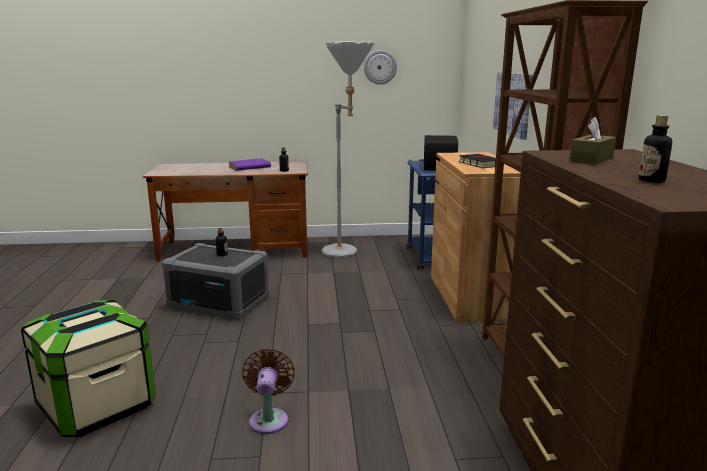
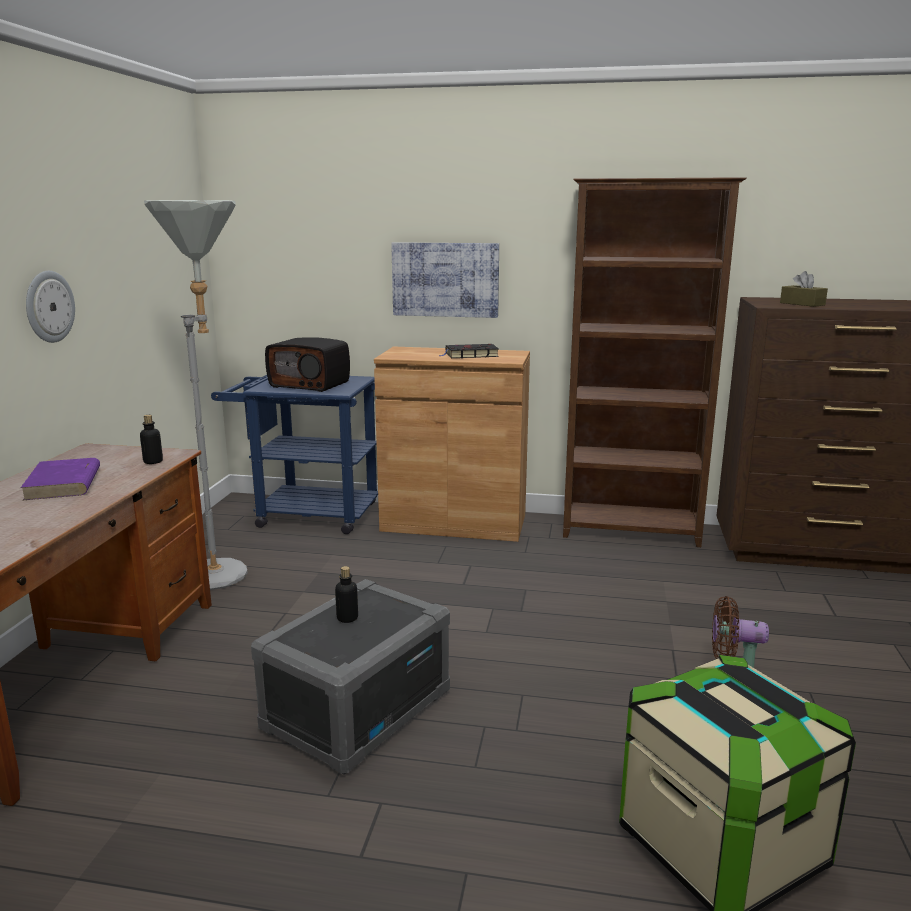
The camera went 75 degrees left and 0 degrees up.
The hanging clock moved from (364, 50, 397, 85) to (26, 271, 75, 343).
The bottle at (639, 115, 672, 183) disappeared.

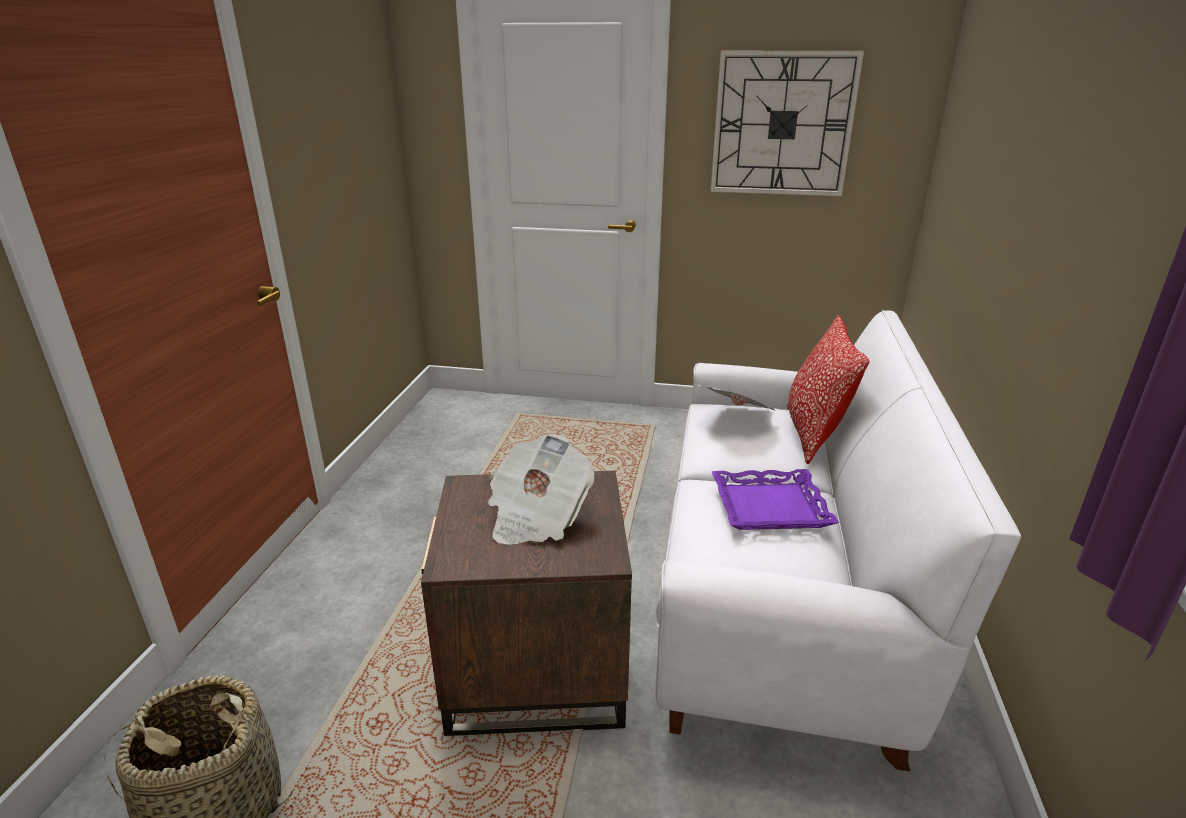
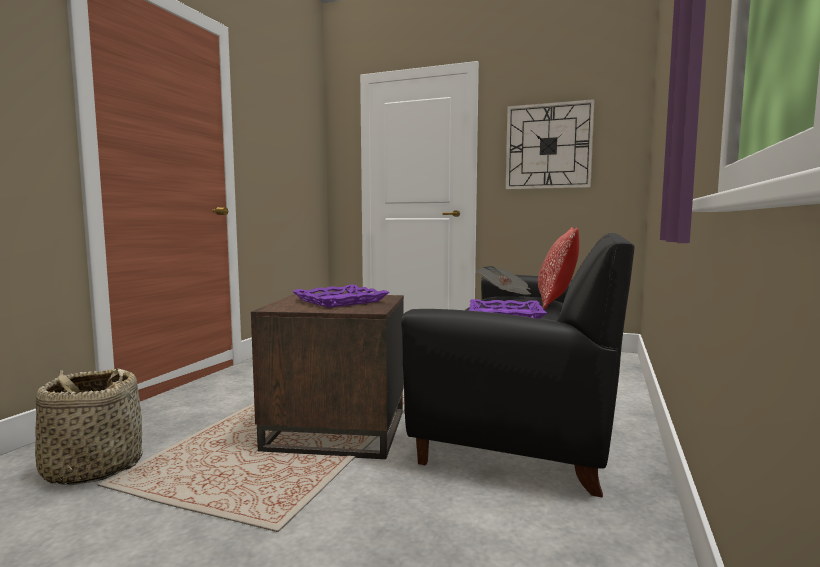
The camera went 10 degrees right and 20 degrees down.
The printed paper at (488, 434, 595, 545) was replaced by the tray (purple-coloured) at (292, 285, 389, 308).
The settee (whitish) at (656, 310, 1021, 771) became the settee (black-coloured) at (401, 233, 635, 498).

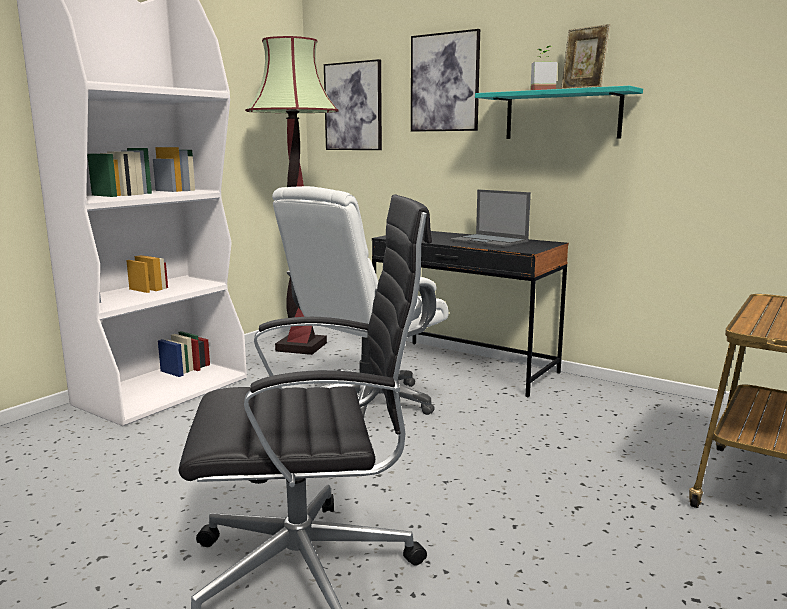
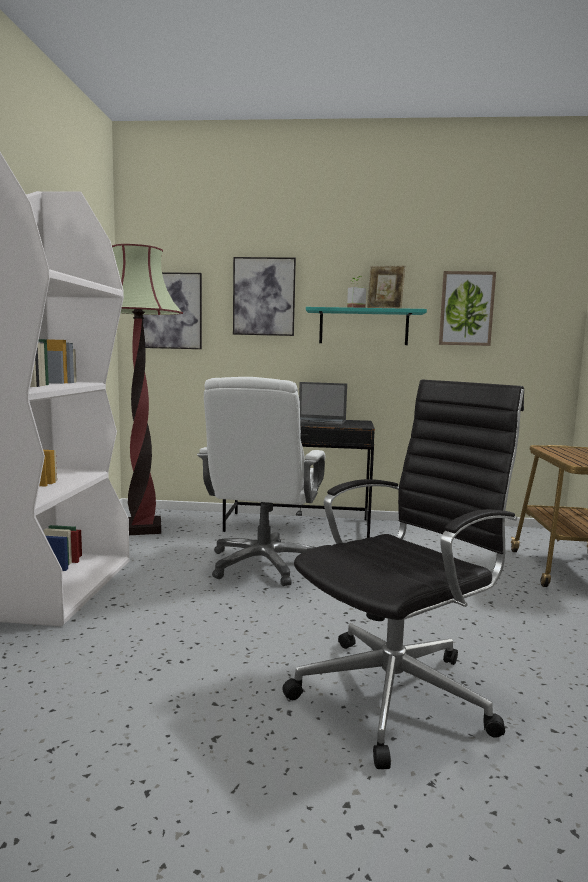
The camera went 30 degrees left and 5 degrees down.
The picture at (439, 271, 496, 346) appeared.

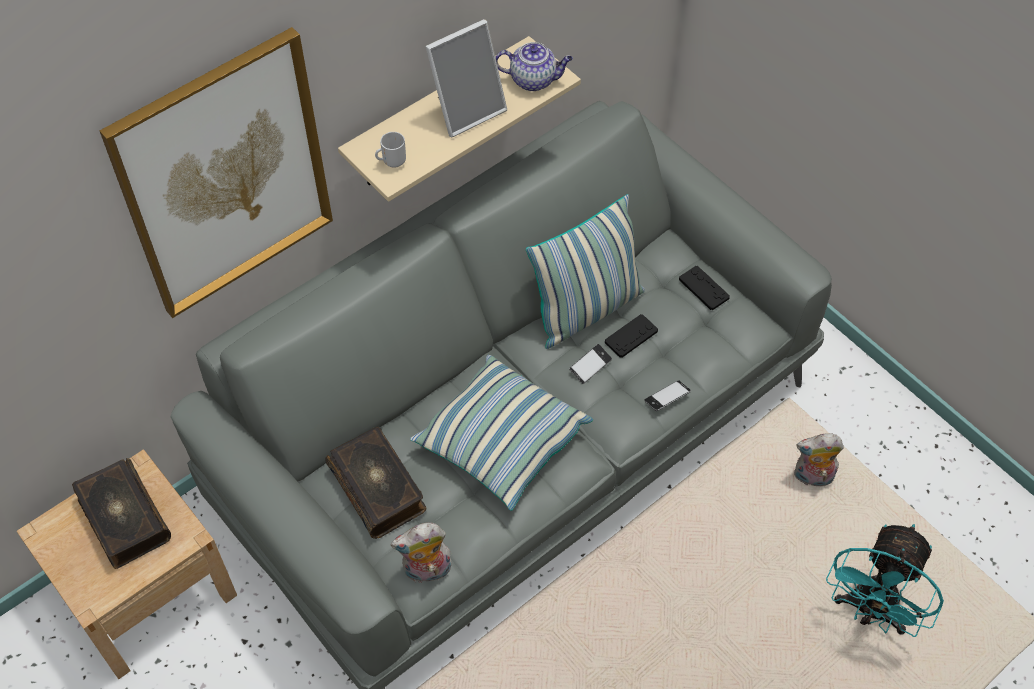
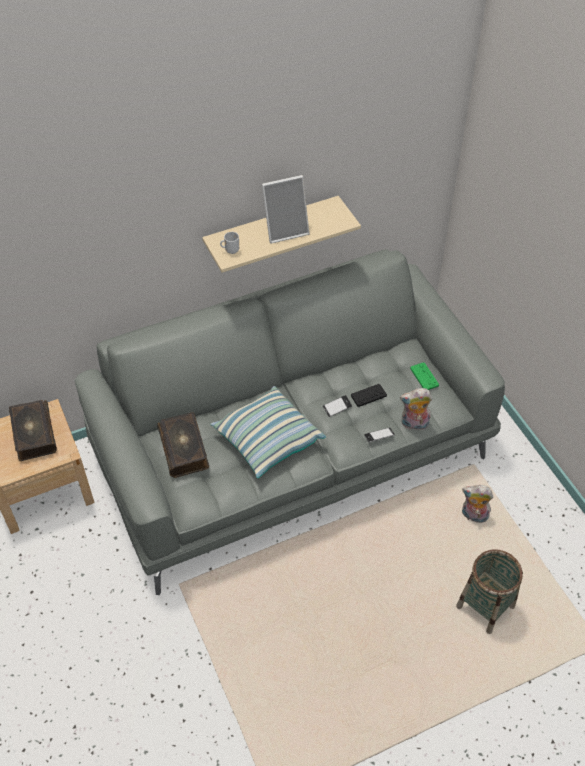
The camera went 15 degrees right and 5 degrees down.
The picture at (100, 27, 333, 318) disappeared.
The cuddly toy moved from (391, 522, 452, 584) to (400, 388, 432, 430).
The teapot at (496, 42, 573, 91) disappeared.
The cushion at (526, 194, 645, 349) disappeared.
The joypad (black-coloured) at (679, 266, 730, 310) became the joypad (green-coloured) at (410, 362, 439, 390).
The cooling fan (blue-green) at (826, 524, 944, 637) was replaced by the household basket at (456, 549, 523, 634).

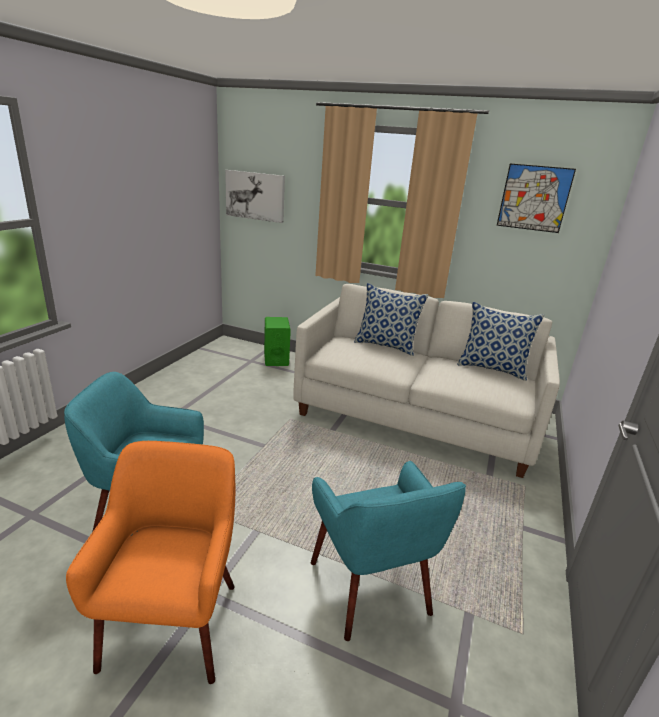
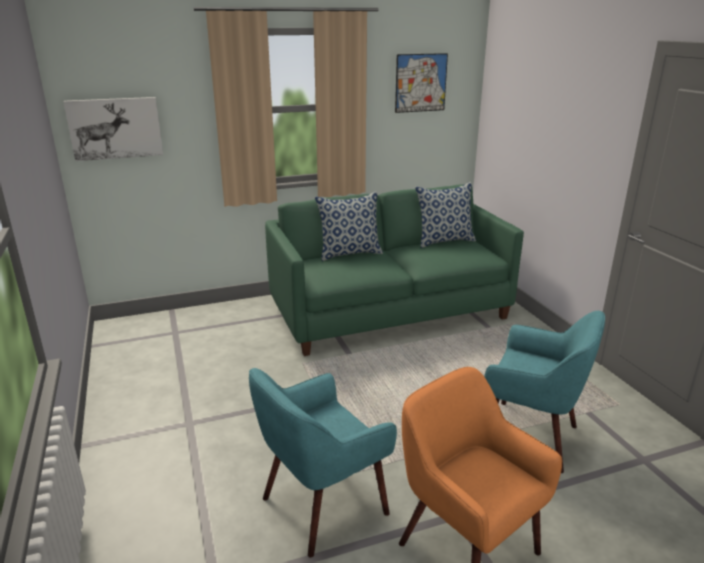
The camera went 40 degrees left and 0 degrees up.
The audio speaker (green-coloured) at (264, 317, 291, 366) disappeared.
The settee (whitish) at (293, 284, 560, 478) became the settee (green-coloured) at (265, 185, 524, 356).

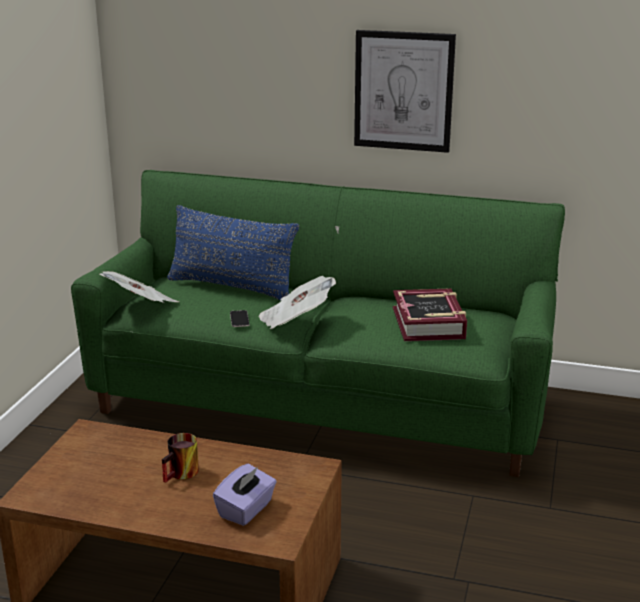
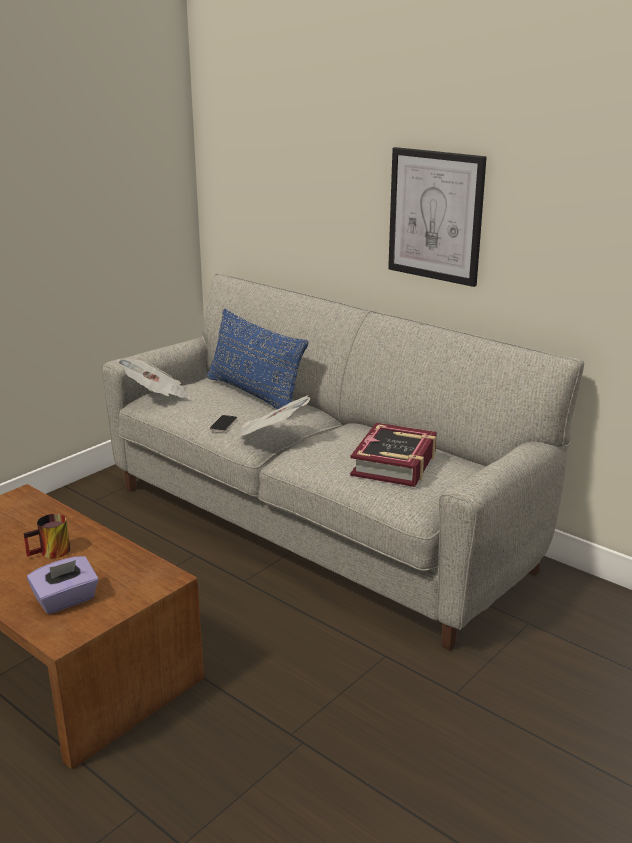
The camera went 25 degrees right and 0 degrees up.
The settee (green-coloured) at (71, 170, 565, 477) became the settee (grey) at (102, 273, 584, 651).

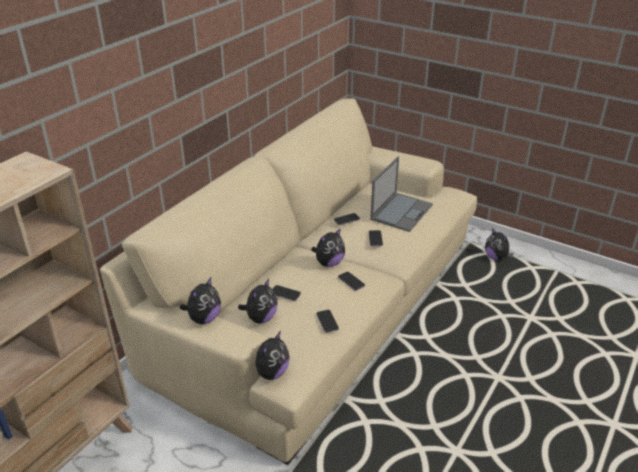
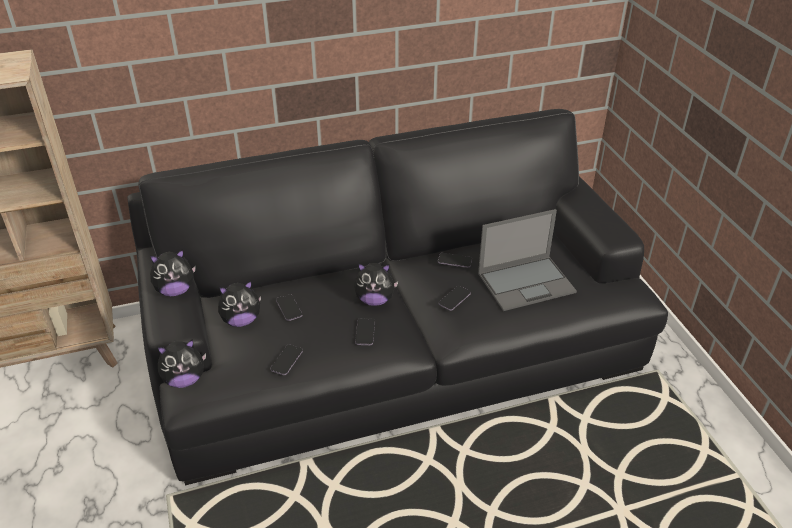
The camera went 40 degrees right and 5 degrees up.
The settee (sand-coloured) at (100, 98, 477, 465) became the settee (black-coloured) at (127, 109, 668, 485).
The cuddly toy at (485, 228, 513, 261) disappeared.

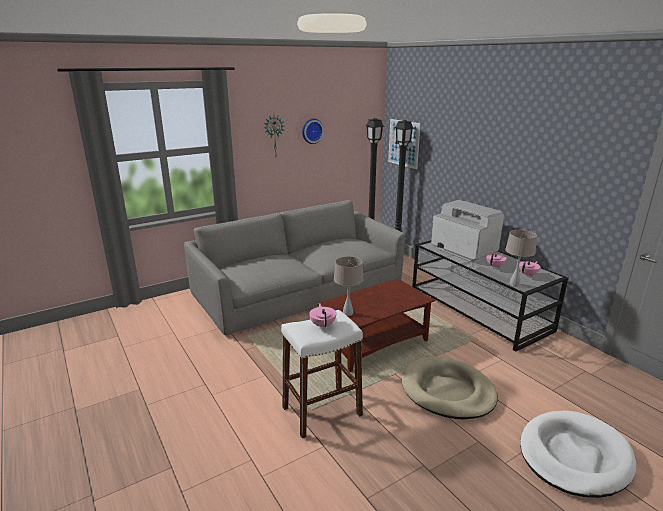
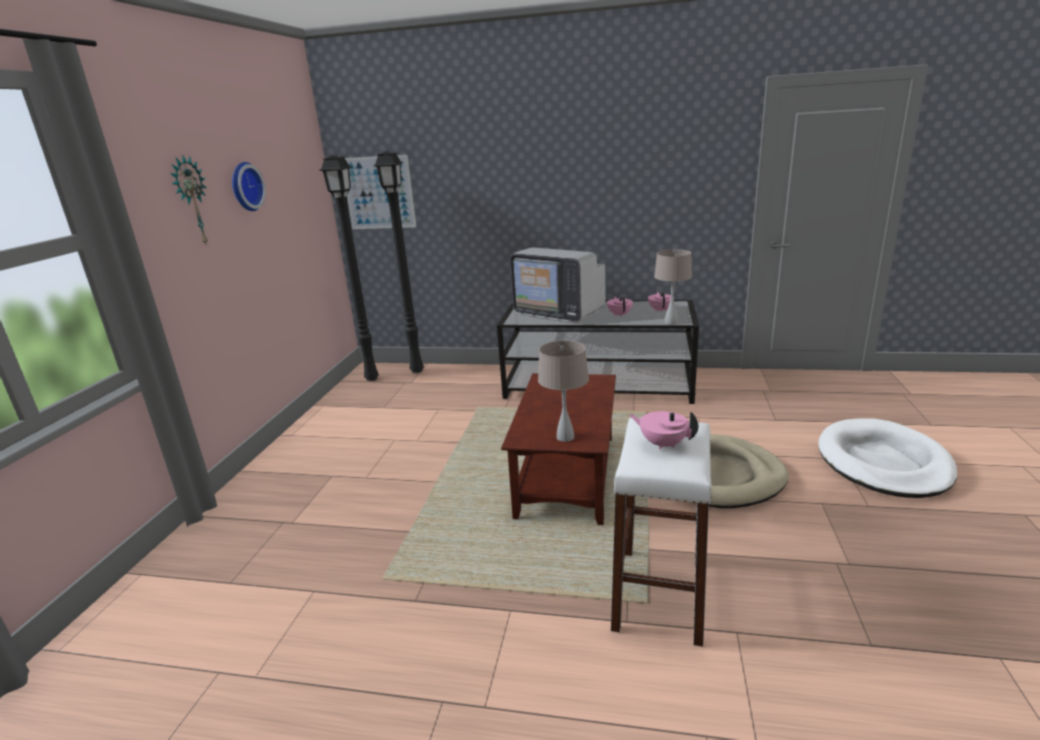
The camera went 45 degrees left and 0 degrees up.
The settee (grey) at (184, 200, 405, 335) disappeared.
The TV set at (431, 200, 504, 262) turned 150 degrees counterclockwise.

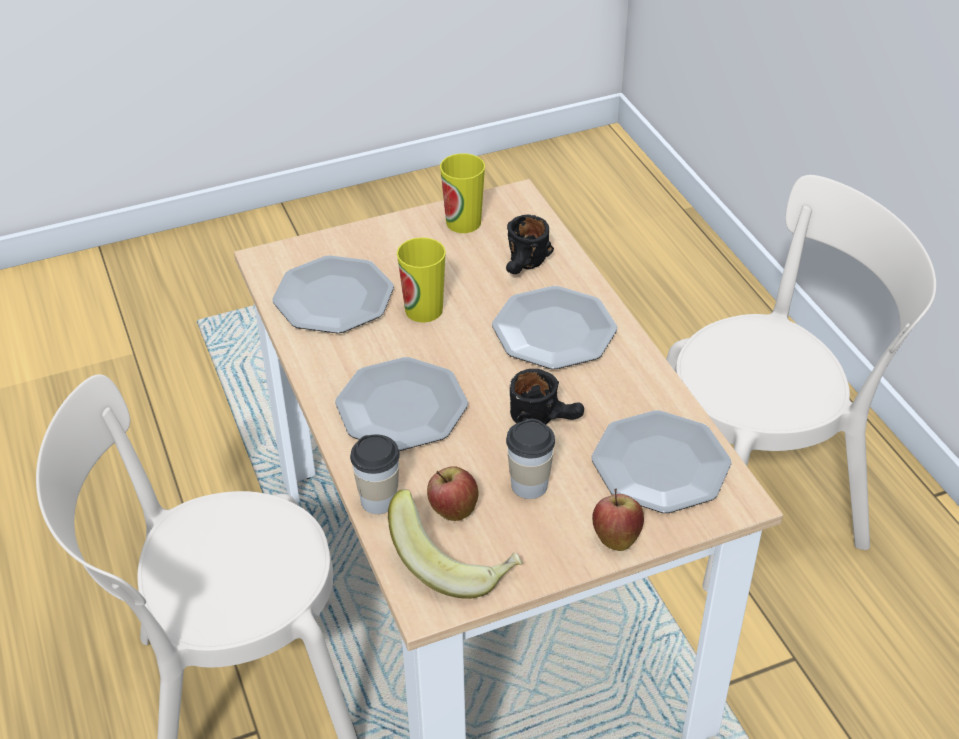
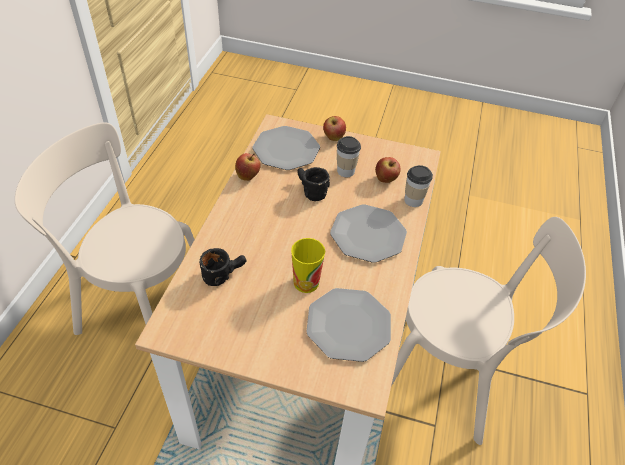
The camera went 145 degrees left and 5 degrees up.
The whole banana at (388, 489, 522, 599) disappeared.
The drinking cup at (440, 153, 485, 233) disappeared.
The flat dish at (492, 286, 617, 369) disappeared.
The apple fruit at (235, 153, 261, 181) appeared.

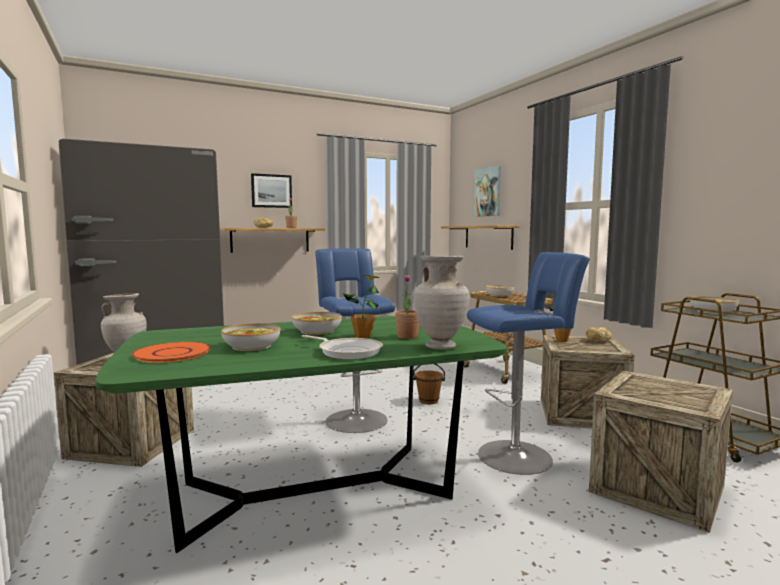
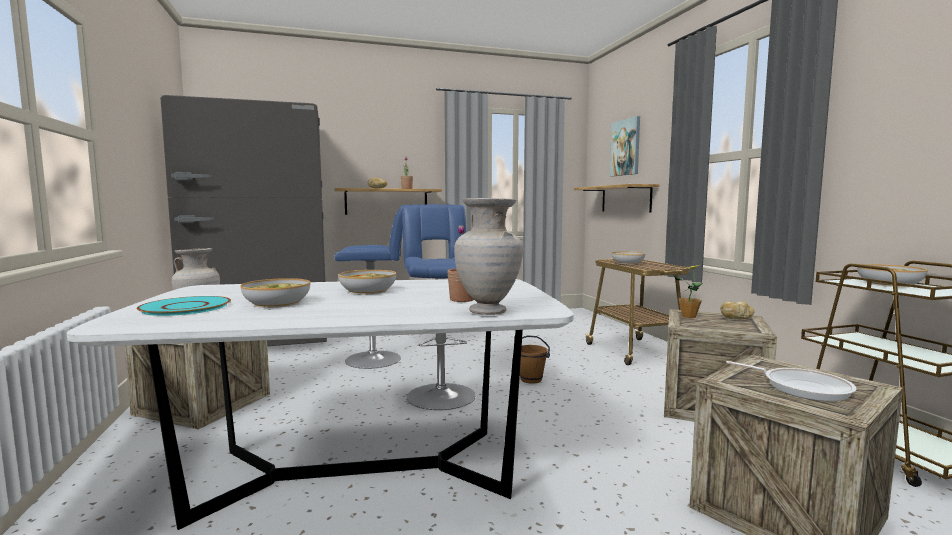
The camera went 10 degrees right and 0 degrees up.
The kitchen table (green-coloured) at (96, 316, 508, 553) became the kitchen table (whitish) at (67, 279, 574, 530).
The flat dish (orange-coloured) at (131, 342, 211, 363) became the flat dish (blue-green) at (137, 296, 231, 316).
The picture at (251, 173, 292, 208) disappeared.
The skillet moved from (302, 335, 383, 359) to (726, 361, 856, 401).
The houseplant at (343, 276, 379, 338) disappeared.
The stool seat (bluish) moved from (467, 252, 590, 475) to (334, 205, 404, 369).

